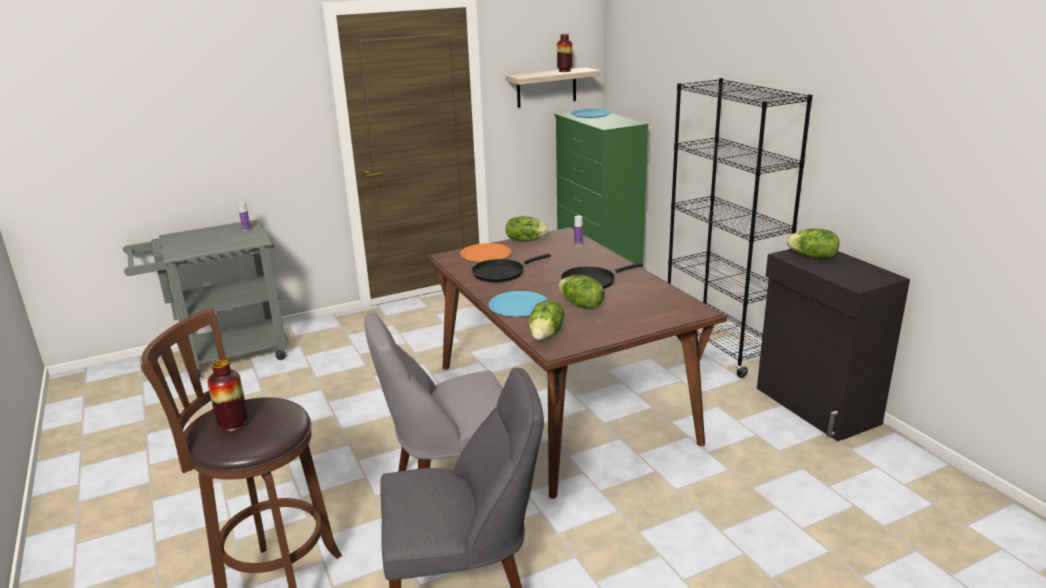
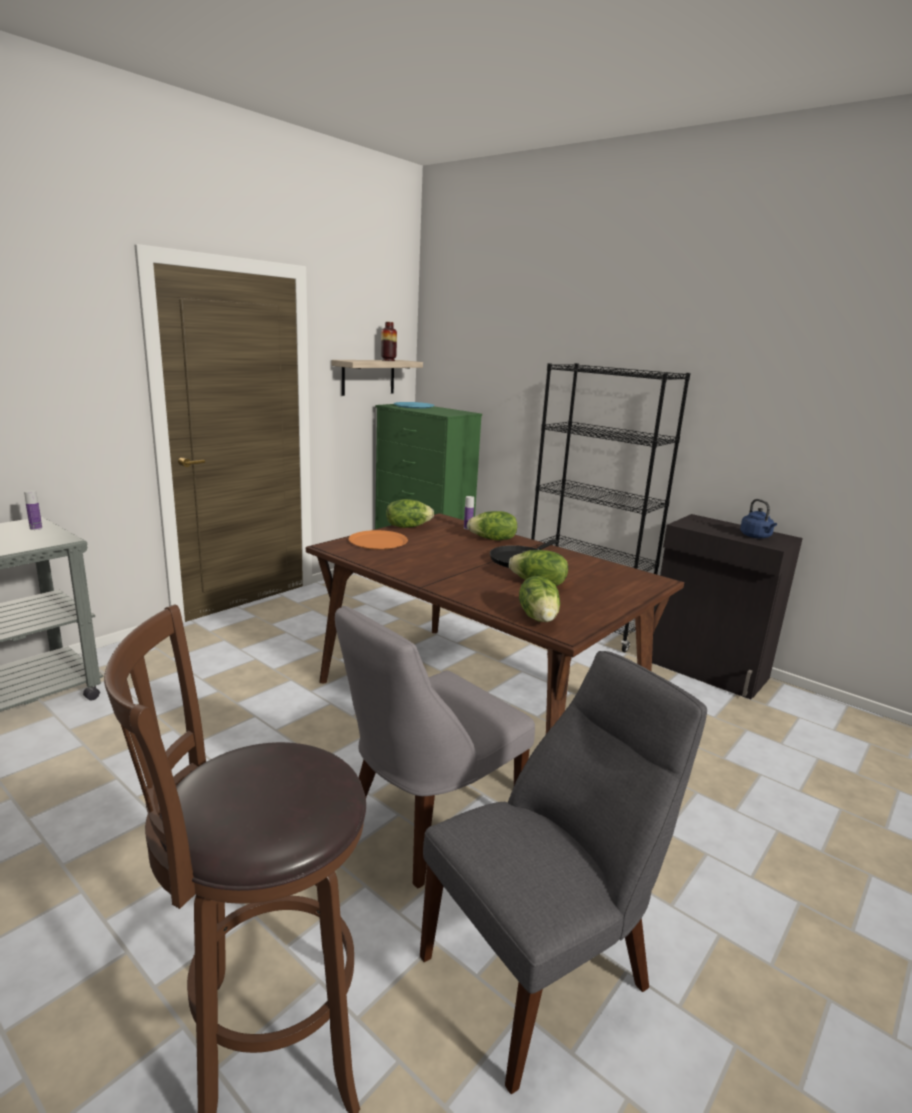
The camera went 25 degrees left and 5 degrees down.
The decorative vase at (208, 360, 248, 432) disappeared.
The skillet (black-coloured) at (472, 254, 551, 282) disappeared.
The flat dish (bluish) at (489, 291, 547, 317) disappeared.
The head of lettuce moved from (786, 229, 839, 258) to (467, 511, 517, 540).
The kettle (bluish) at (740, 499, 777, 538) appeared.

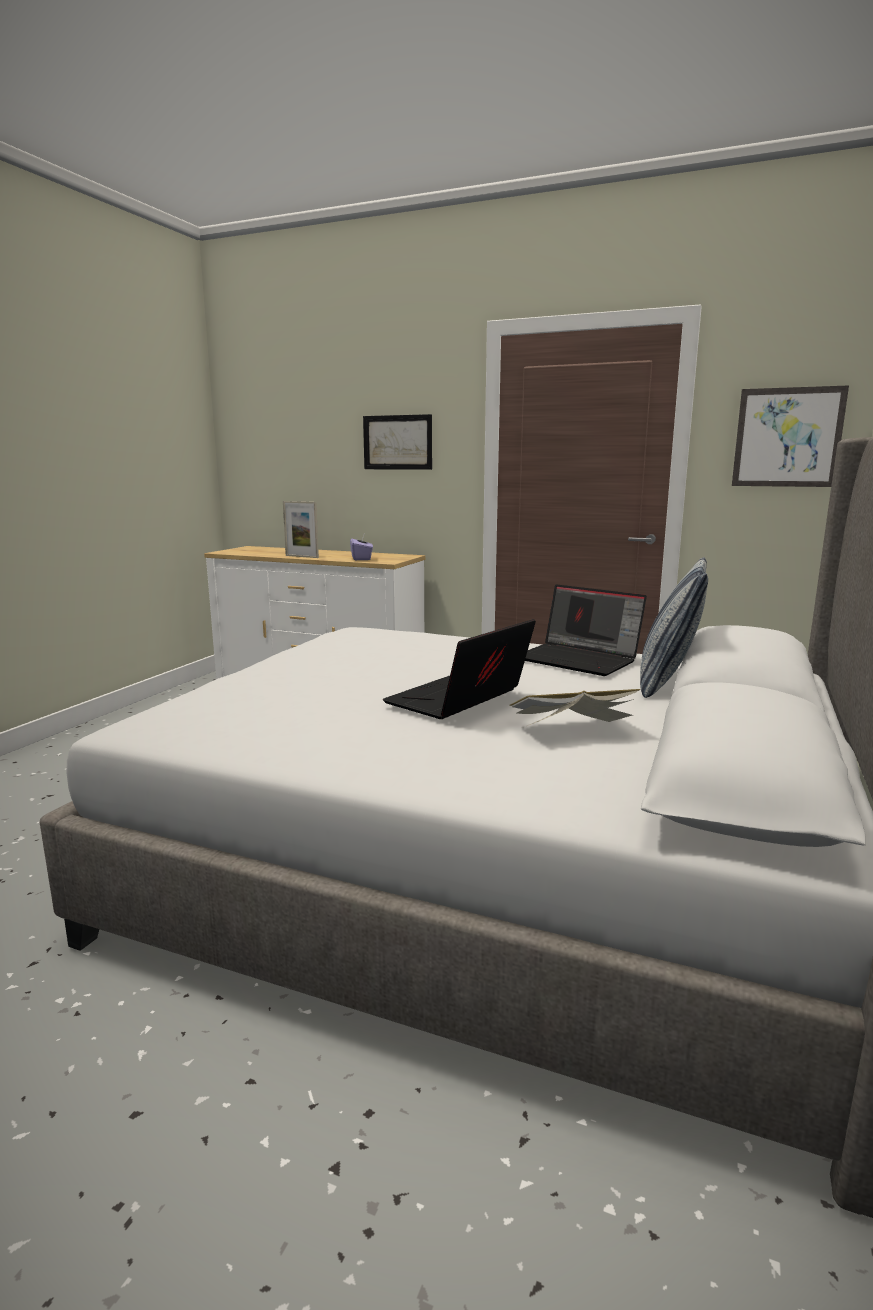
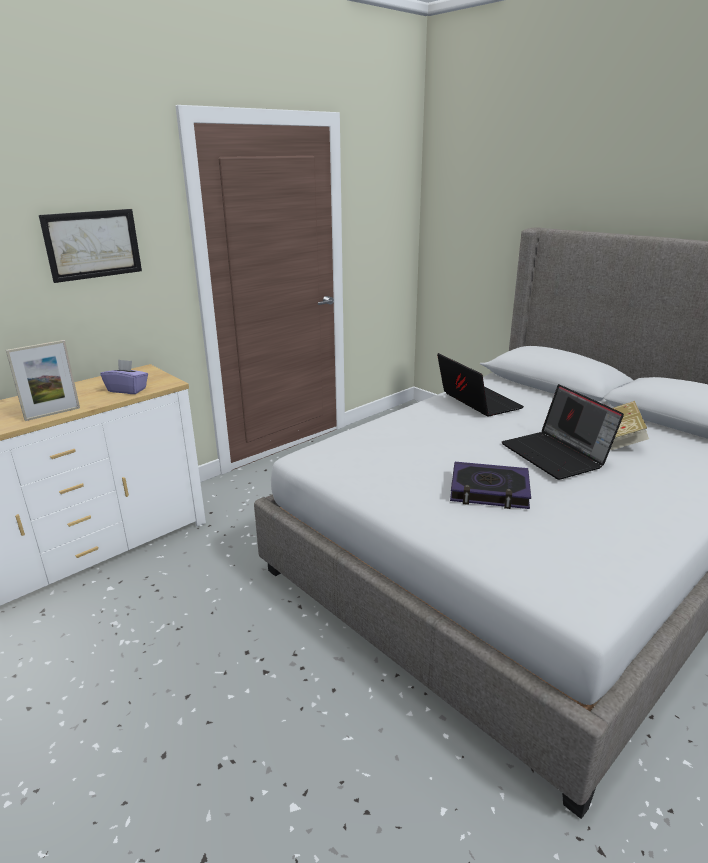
The camera went 65 degrees left and 10 degrees up.
The notebook computer at (525, 585, 647, 676) turned 90 degrees counterclockwise.
The cushion at (640, 557, 708, 698) disappeared.
The picture at (732, 385, 849, 487) disappeared.
The bound book at (450, 462, 531, 509) appeared.

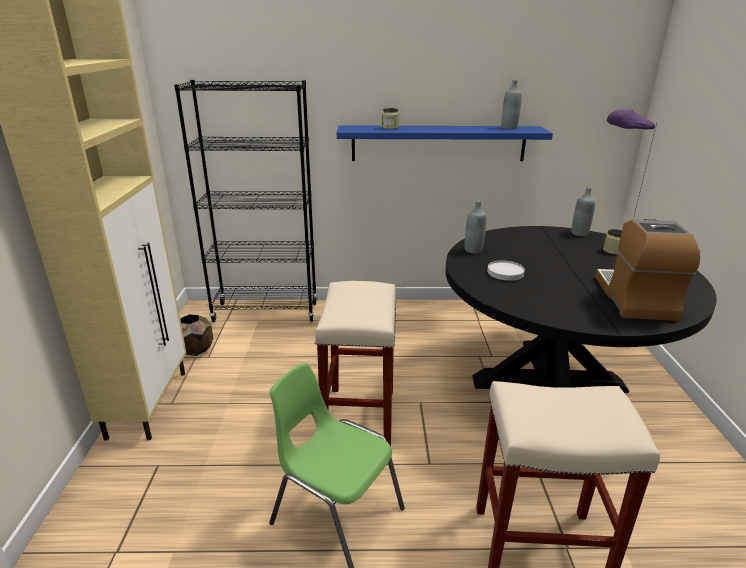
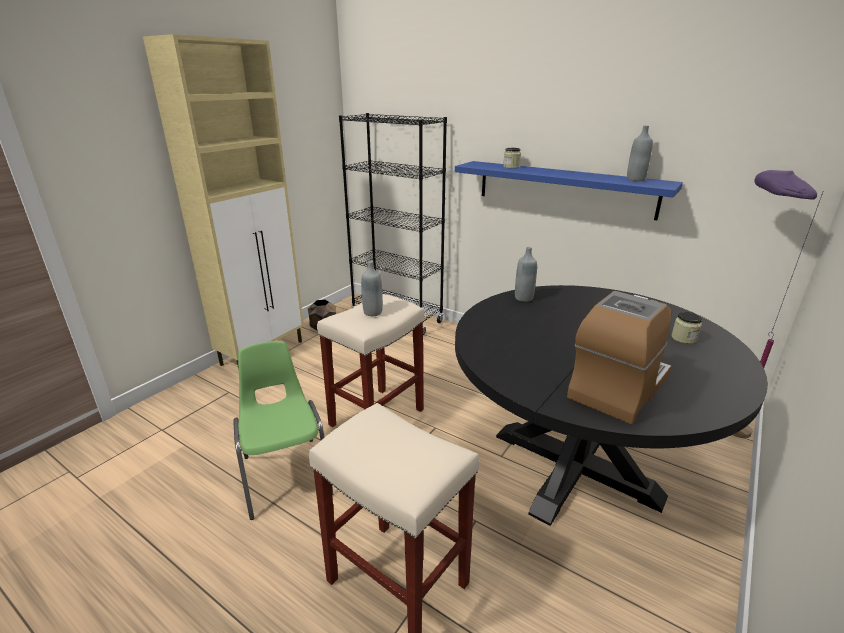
The camera went 35 degrees right and 0 degrees up.
The flat dish (whitish) at (487, 261, 525, 281) disappeared.
The bottle (grey) moved from (572, 187, 595, 236) to (361, 261, 383, 316).

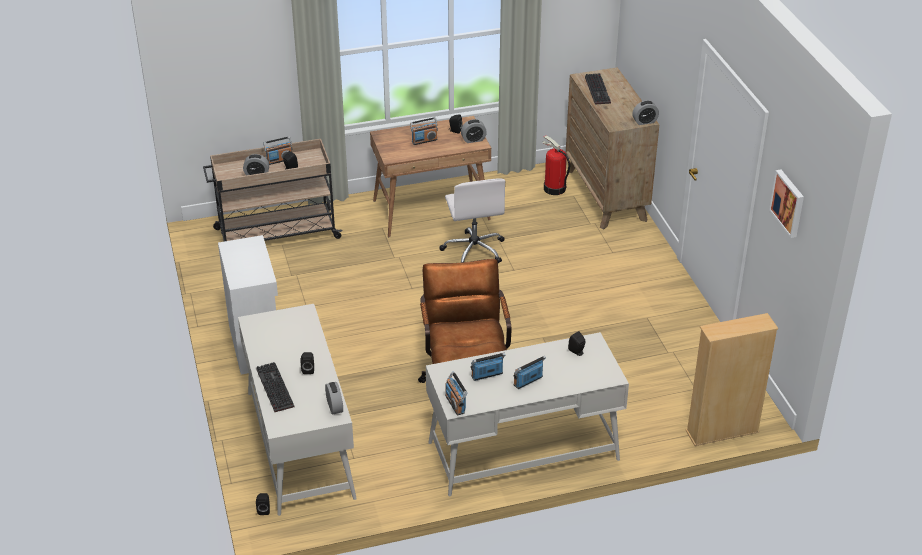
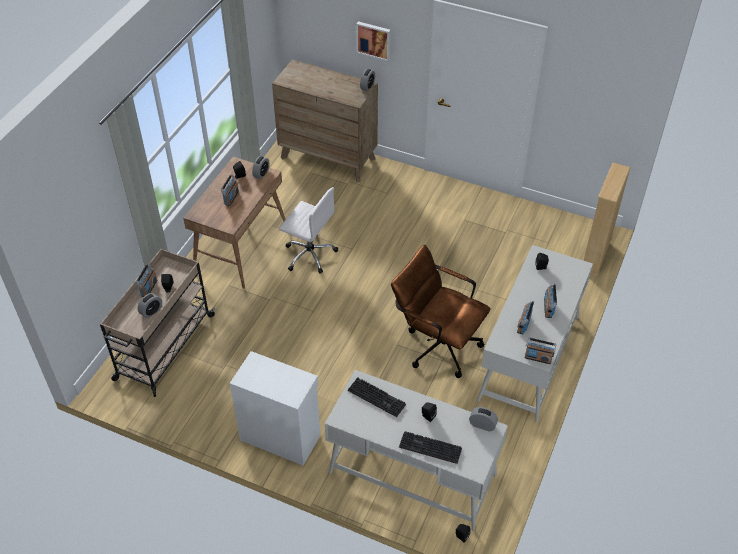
The camera went 50 degrees left and 10 degrees up.
The fire-fighting cylinder at (542, 136, 570, 195) disappeared.
The keyboard moved from (585, 73, 611, 104) to (348, 377, 406, 417).
The picture moved from (769, 169, 804, 238) to (356, 21, 391, 61).

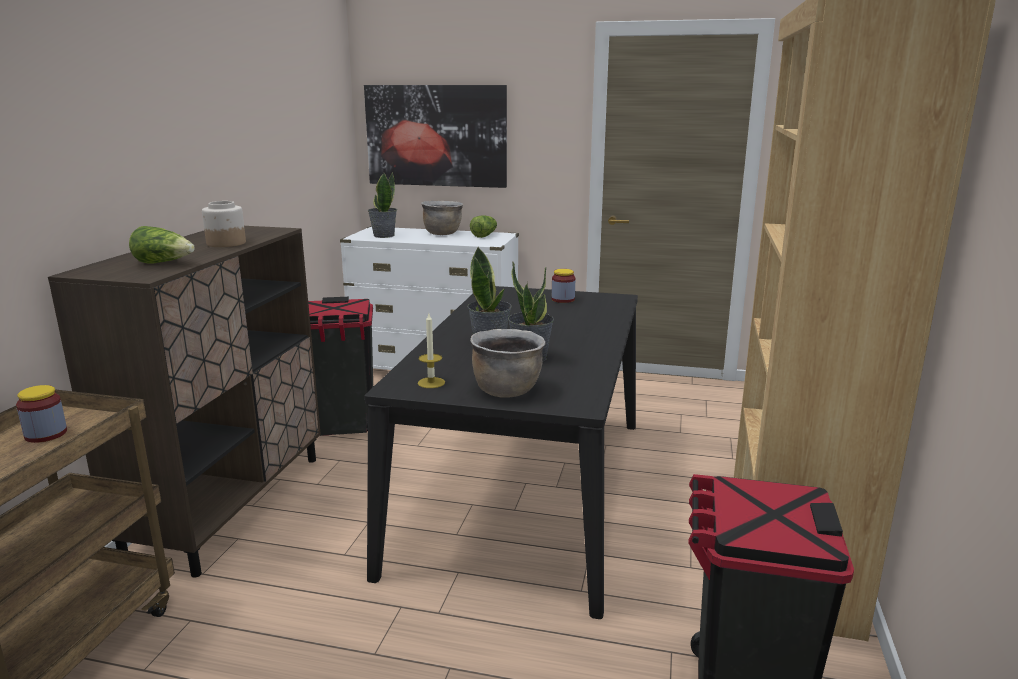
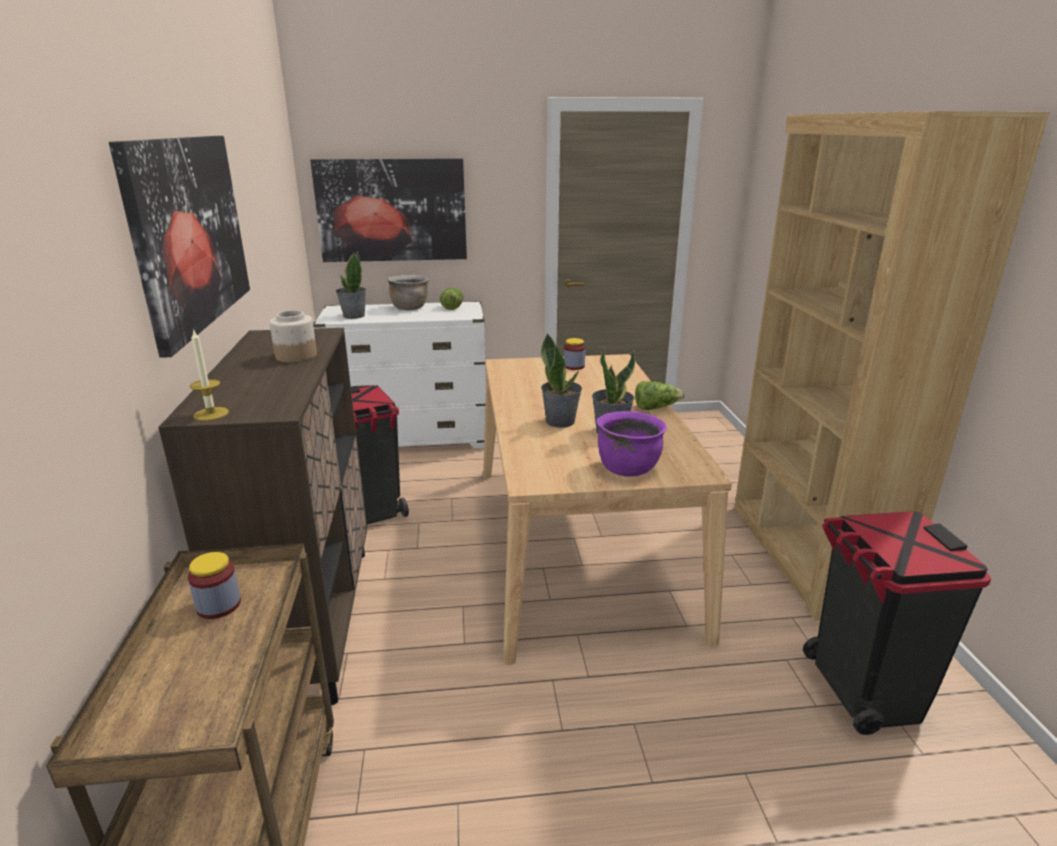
The camera went 20 degrees left and 5 degrees up.
The head of lettuce moved from (129, 226, 195, 264) to (635, 381, 685, 410).
The kitchen table (black-coloured) at (365, 286, 638, 619) became the kitchen table (sand-coloured) at (483, 354, 732, 665).
The candle moved from (418, 314, 445, 388) to (190, 329, 229, 421).
The cooking pot (brown) at (470, 329, 546, 398) became the cooking pot (purple-coloured) at (597, 411, 667, 477).
The picture at (109, 136, 250, 358) appeared.

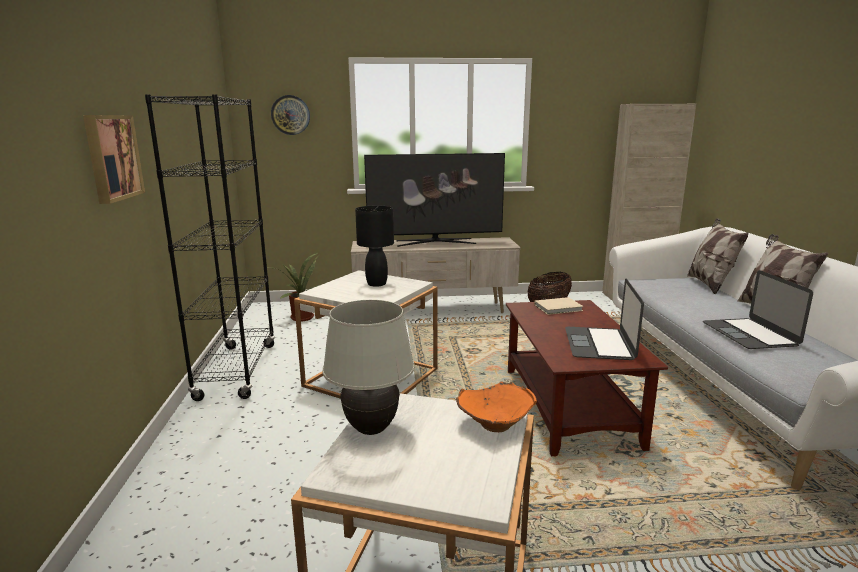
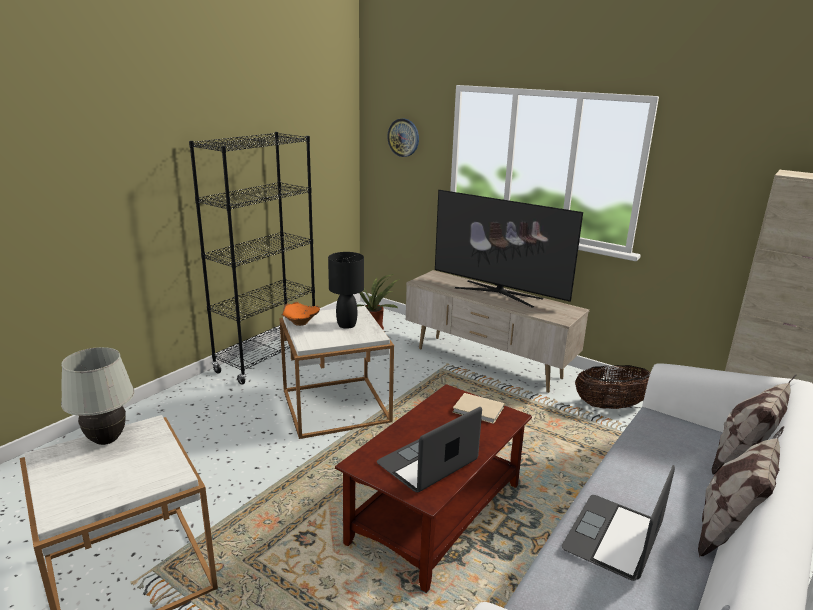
The camera went 40 degrees right and 5 degrees up.
The picture at (83, 115, 145, 204) disappeared.
The deep dish (orange-coloured) moved from (456, 382, 537, 432) to (282, 302, 320, 326).

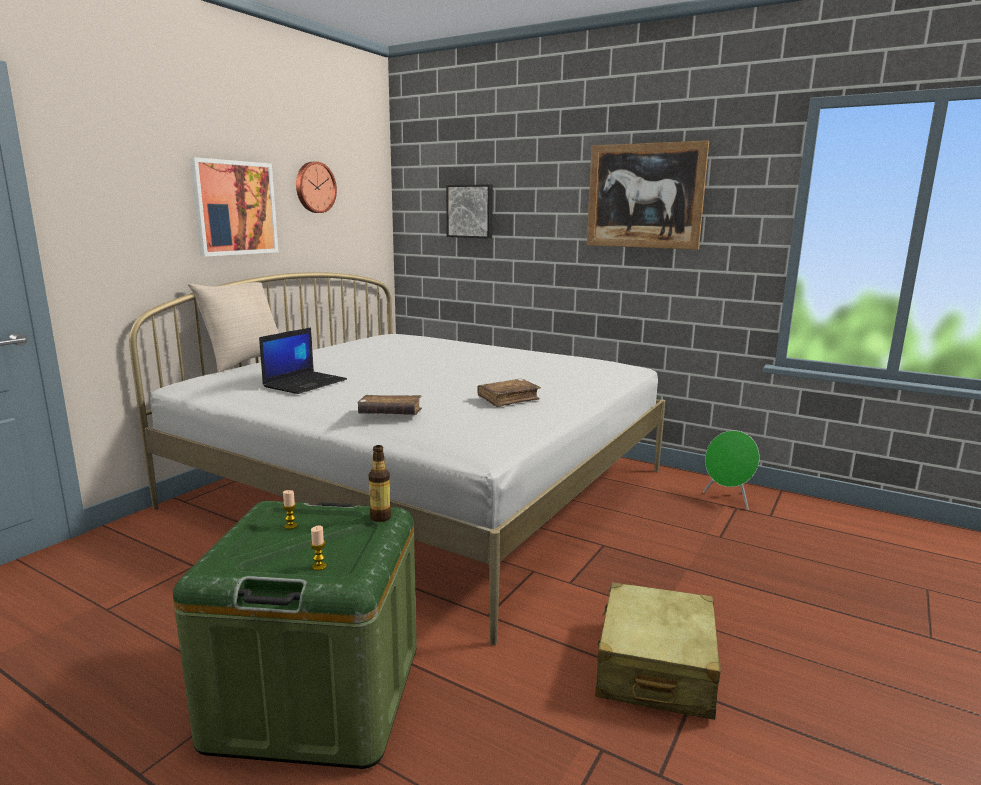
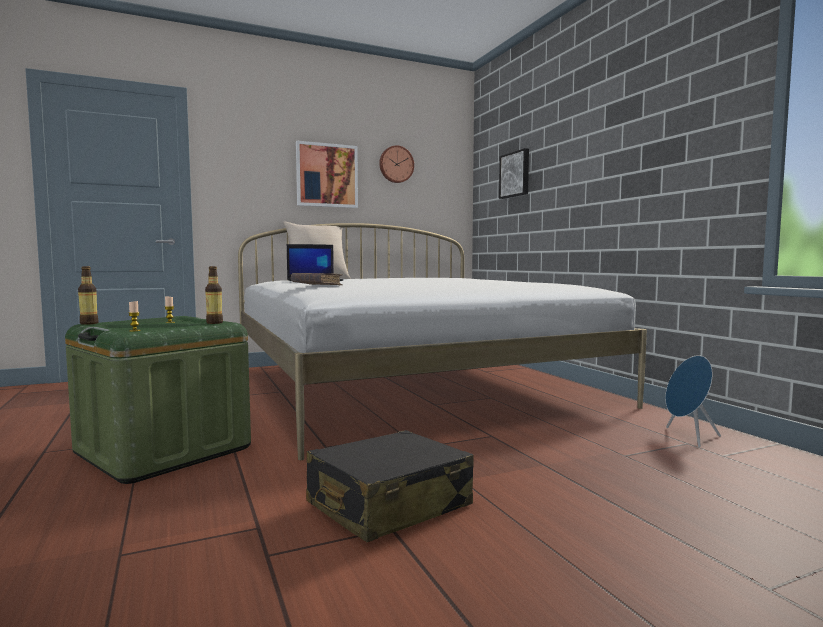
The camera went 35 degrees right and 10 degrees down.
The bound book (brown) at (477, 379, 541, 407) disappeared.
The picture at (587, 140, 709, 250) disappeared.
The suitcase (sand-coloured) at (596, 582, 721, 720) became the suitcase (black-coloured) at (306, 430, 474, 542).
The audio speaker (green-coloured) at (703, 430, 760, 510) became the audio speaker (bluish) at (665, 355, 721, 447).
The bottle at (78, 266, 99, 325) appeared.

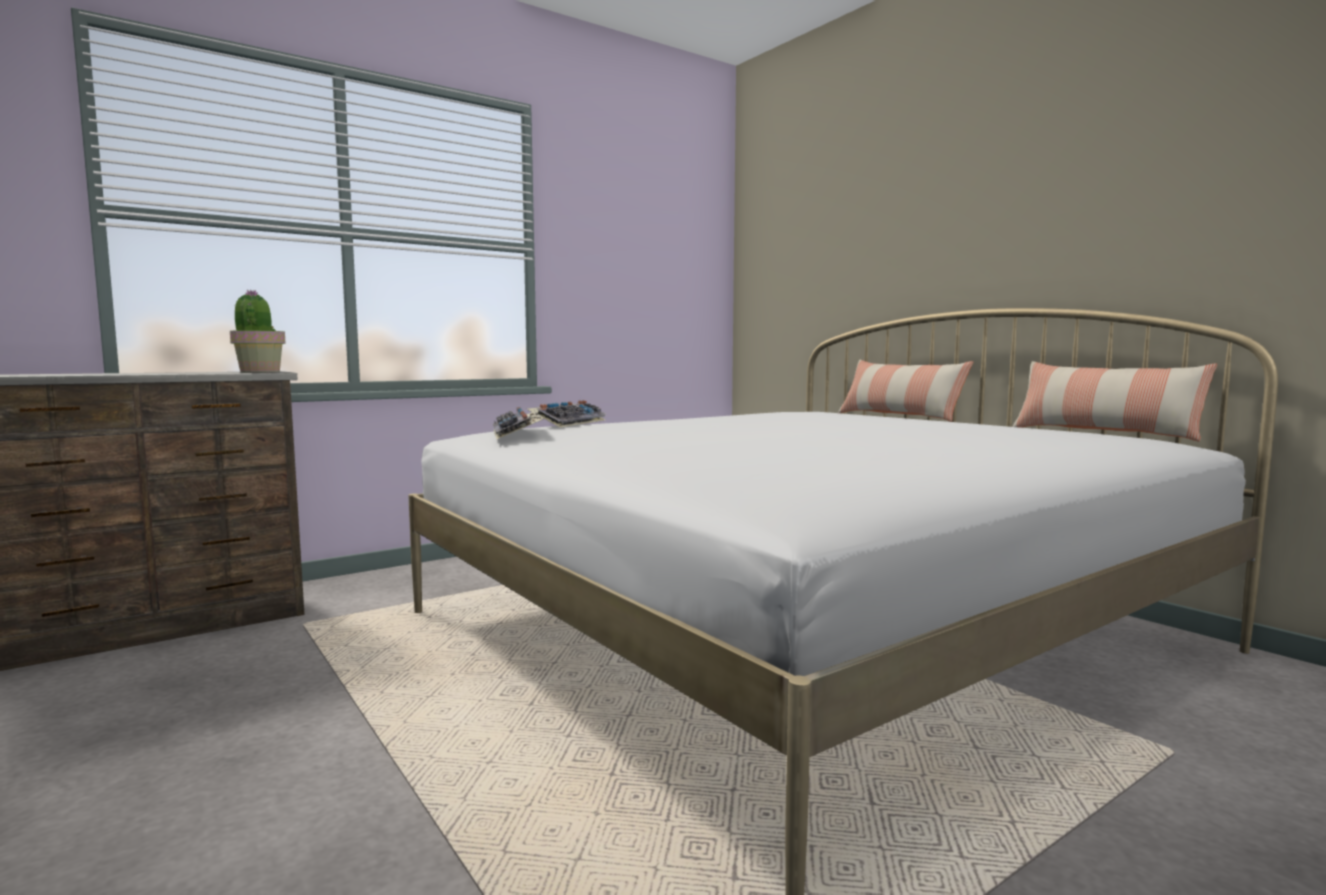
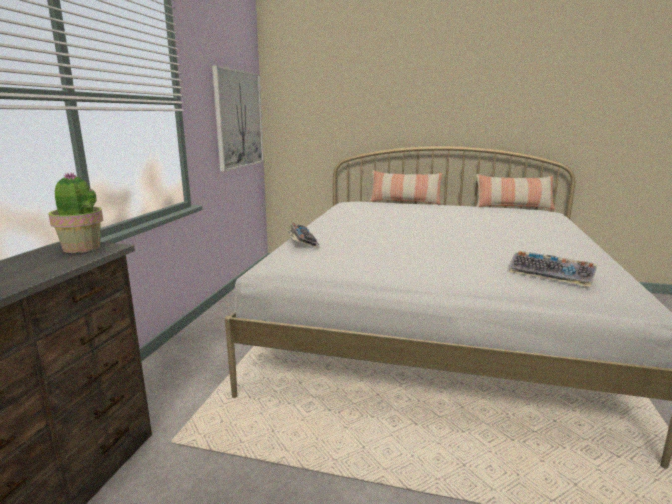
The camera went 40 degrees left and 10 degrees up.
The keyboard moved from (493, 407, 543, 440) to (508, 251, 597, 287).
The picture at (212, 65, 264, 172) appeared.

